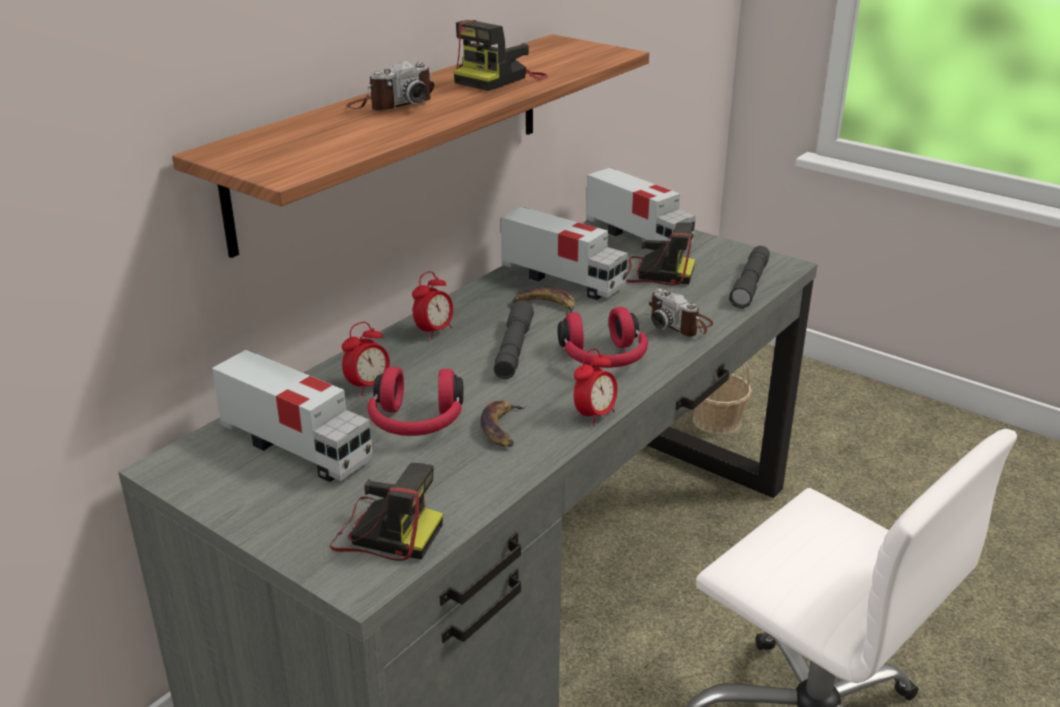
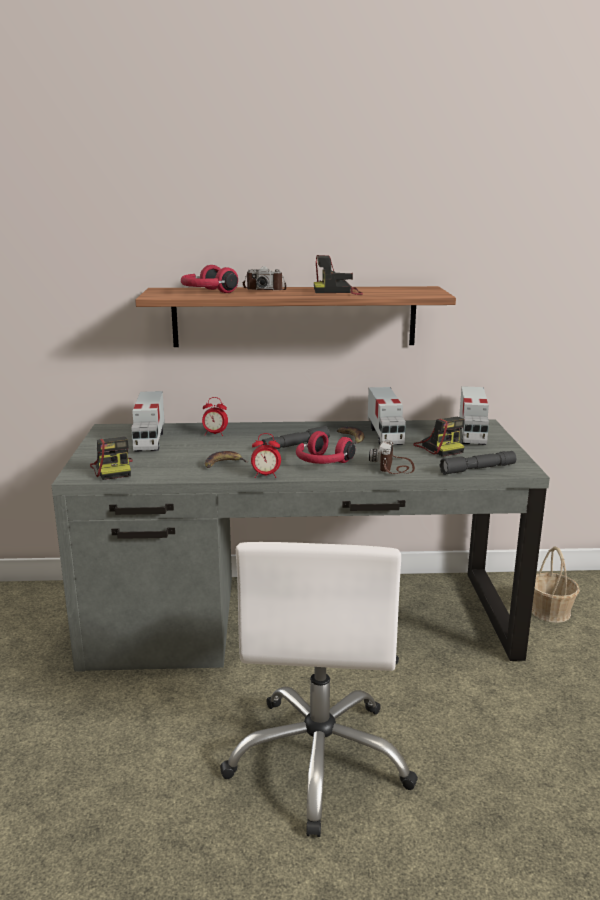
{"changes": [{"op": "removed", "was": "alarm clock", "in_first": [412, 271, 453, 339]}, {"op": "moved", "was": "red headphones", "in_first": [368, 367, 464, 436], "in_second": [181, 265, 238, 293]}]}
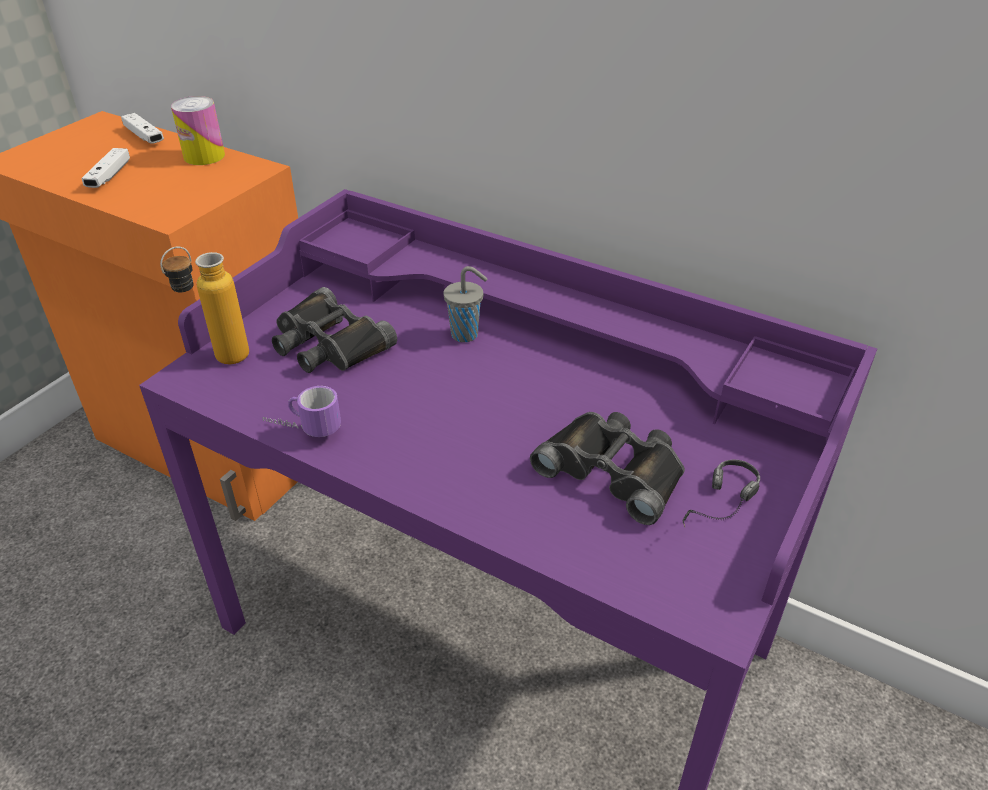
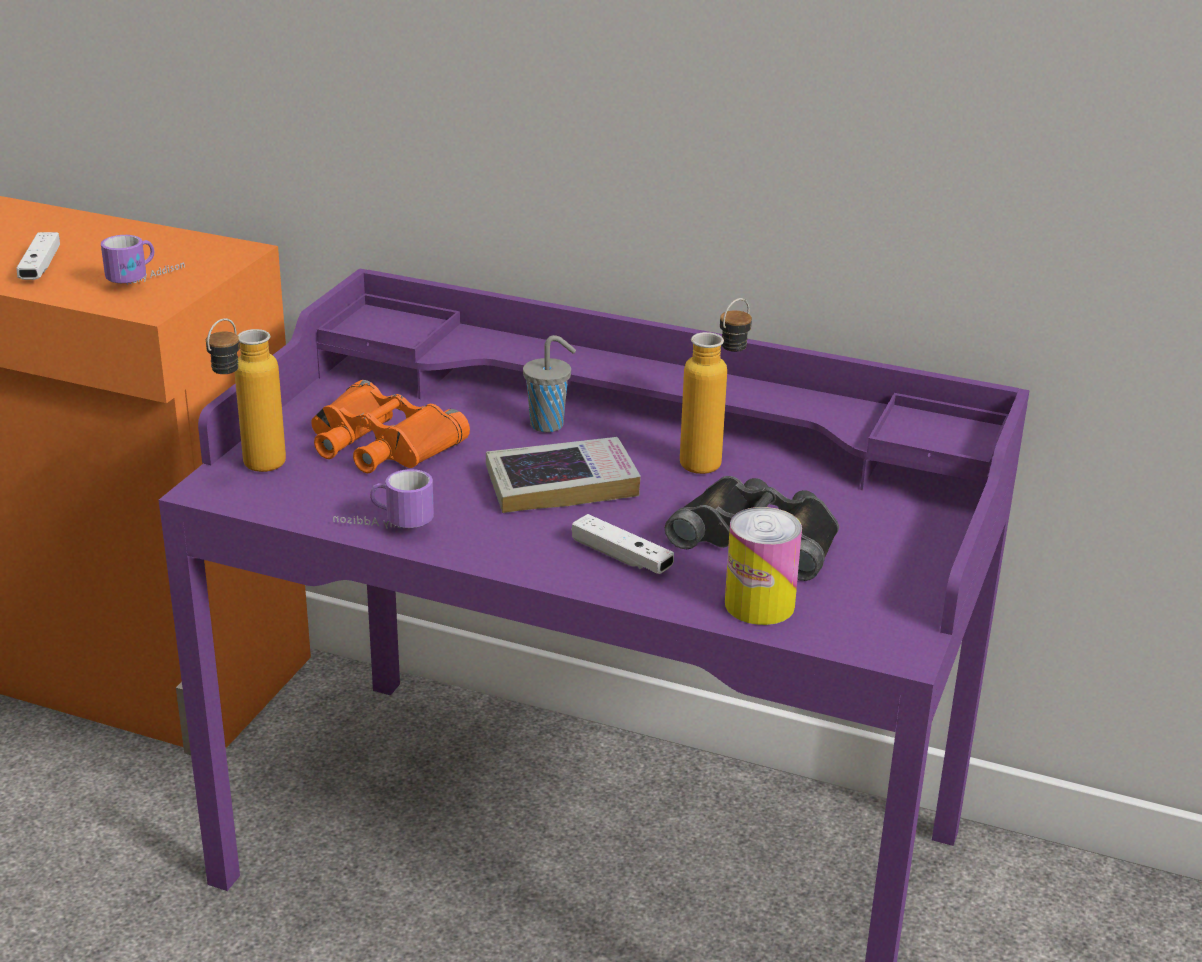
{"changes": [{"op": "moved", "was": "can", "in_first": [171, 96, 225, 165], "in_second": [725, 507, 802, 625]}, {"op": "moved", "was": "white game controller", "in_first": [121, 113, 164, 144], "in_second": [572, 514, 674, 574]}, {"op": "recoloured", "was": "black binoculars", "now": "orange binoculars", "in_first": [272, 287, 397, 373], "in_second": [311, 380, 470, 473]}, {"op": "removed", "was": "headphones", "in_first": [682, 460, 760, 528]}, {"op": "added", "now": "mug", "in_second": [101, 235, 185, 285]}, {"op": "added", "now": "bottle", "in_second": [680, 298, 752, 474]}, {"op": "added", "now": "book", "in_second": [486, 437, 641, 513]}]}
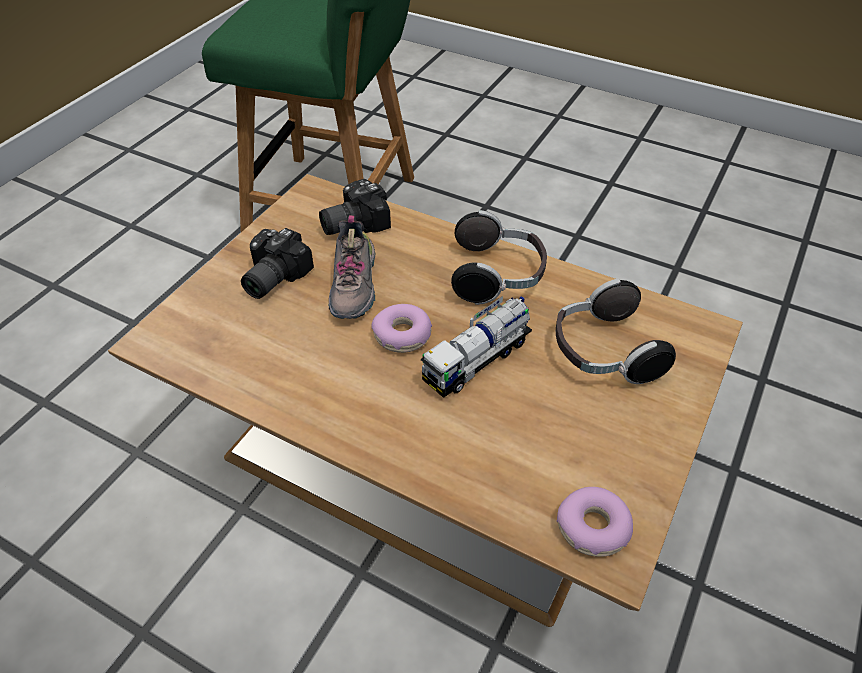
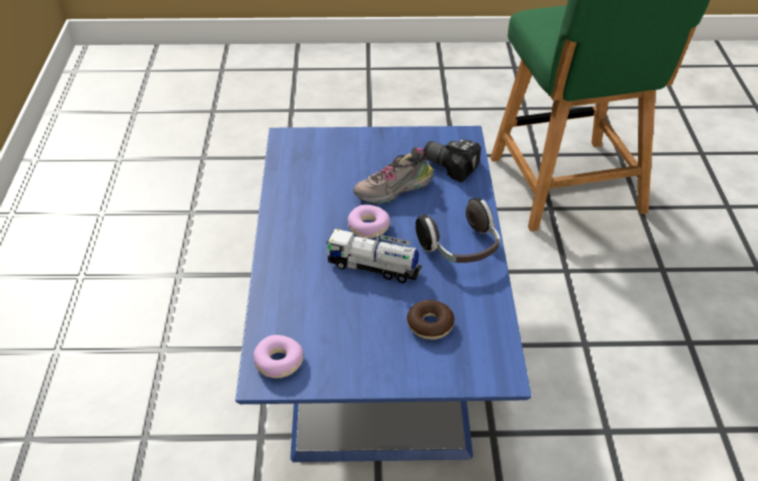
{"changes": [{"op": "recoloured", "was": "brown coffee table", "now": "blue coffee table", "in_first": [108, 174, 743, 627], "in_second": [235, 126, 531, 462]}, {"op": "removed", "was": "photo camera", "in_first": [241, 228, 314, 299]}, {"op": "replaced", "was": "headphones", "now": "donut", "in_first": [556, 279, 676, 384], "in_second": [407, 300, 454, 340]}]}
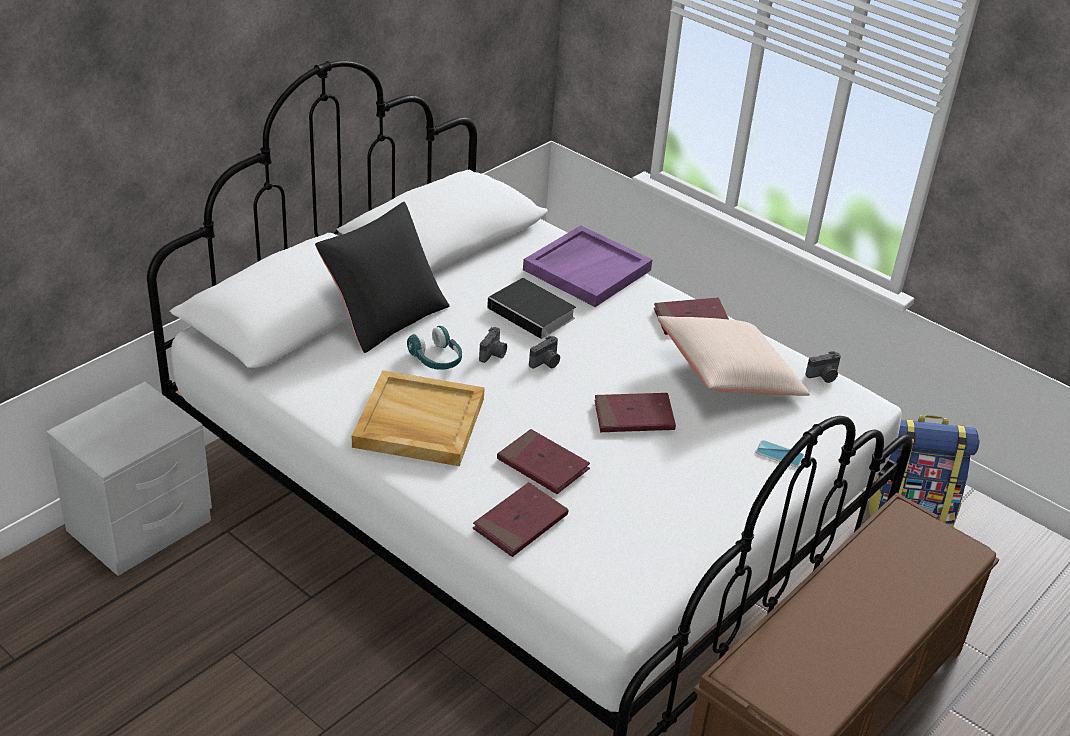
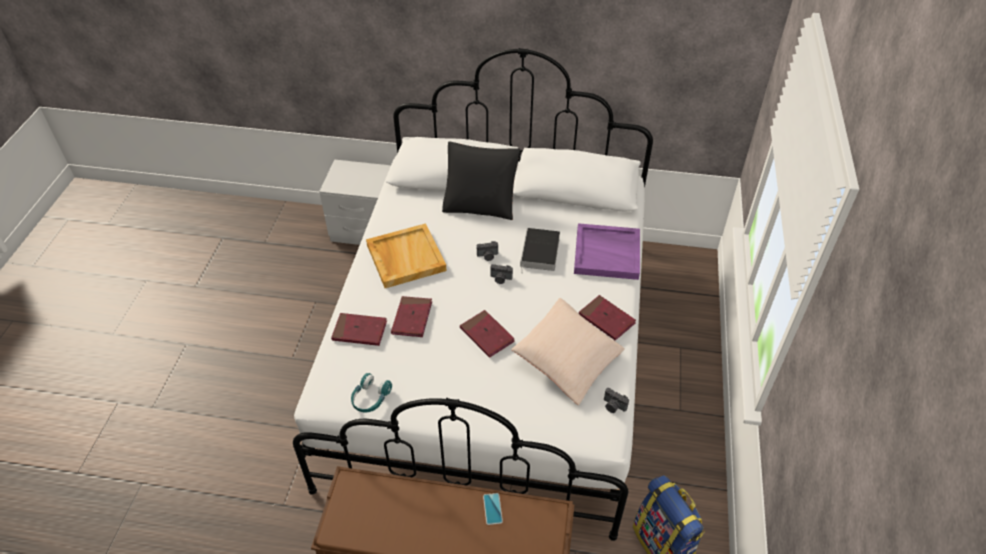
{"changes": [{"op": "moved", "was": "turquoise headphones", "in_first": [407, 326, 462, 370], "in_second": [351, 373, 392, 413]}, {"op": "moved", "was": "phone", "in_first": [755, 440, 805, 468], "in_second": [483, 493, 503, 525]}]}
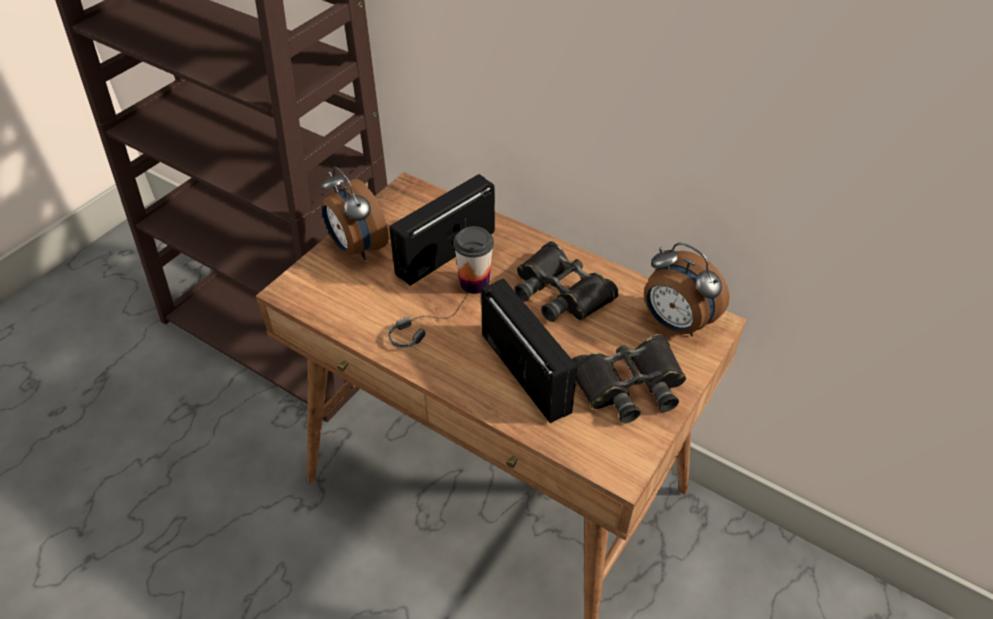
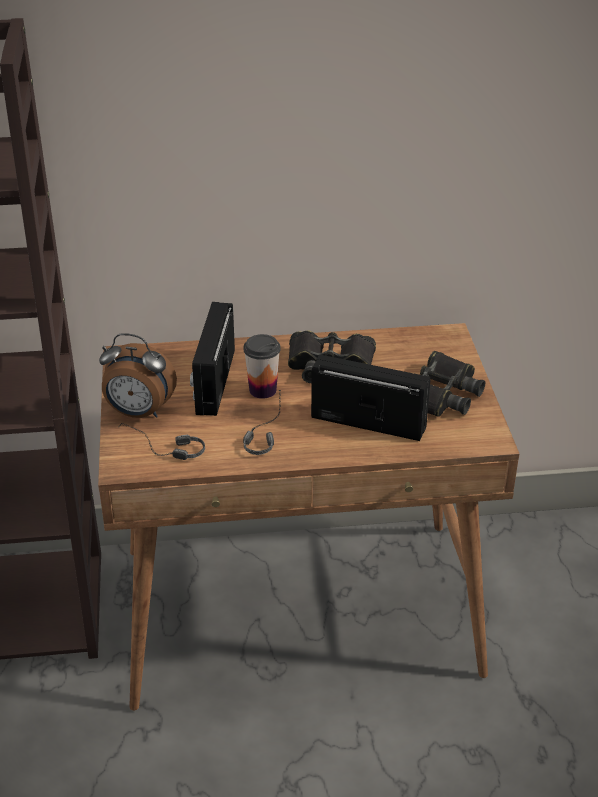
{"changes": [{"op": "removed", "was": "alarm clock", "in_first": [644, 243, 730, 336]}, {"op": "added", "now": "headphones", "in_second": [119, 423, 205, 460]}]}
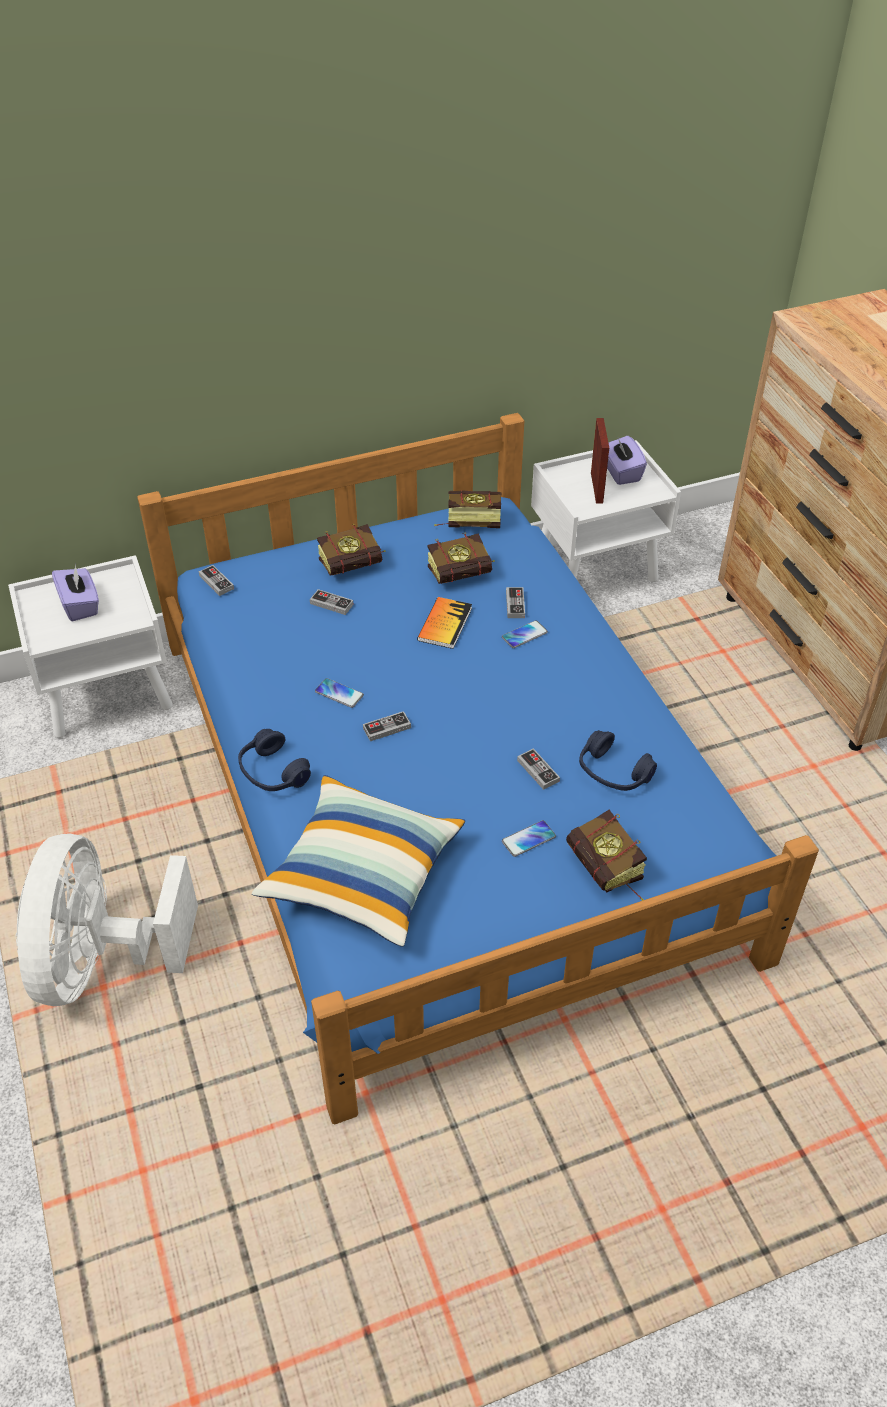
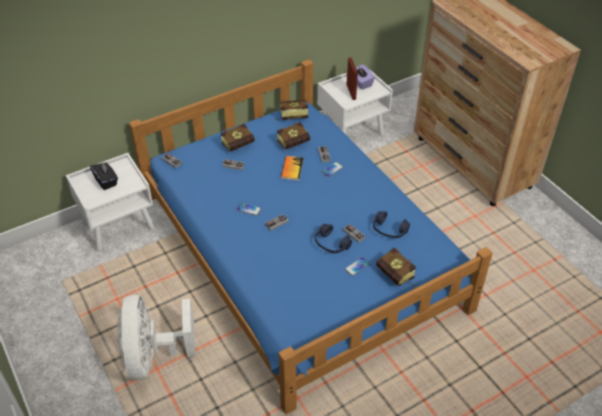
{"changes": [{"op": "recoloured", "was": "purple tissue box", "now": "black tissue box", "in_first": [52, 564, 99, 622], "in_second": [90, 162, 118, 190]}, {"op": "moved", "was": "blue headphones", "in_first": [238, 729, 311, 791], "in_second": [315, 224, 352, 253]}, {"op": "removed", "was": "pillow", "in_first": [252, 775, 465, 947]}]}
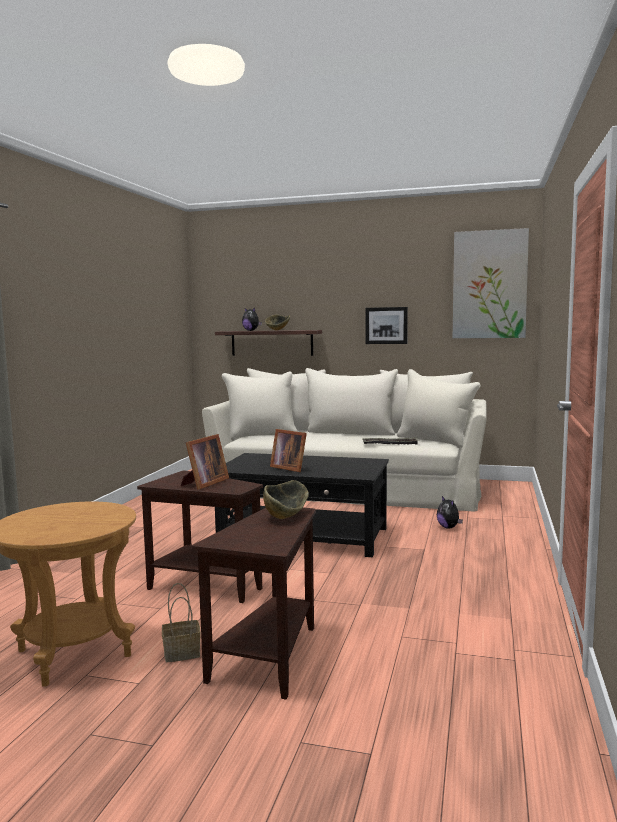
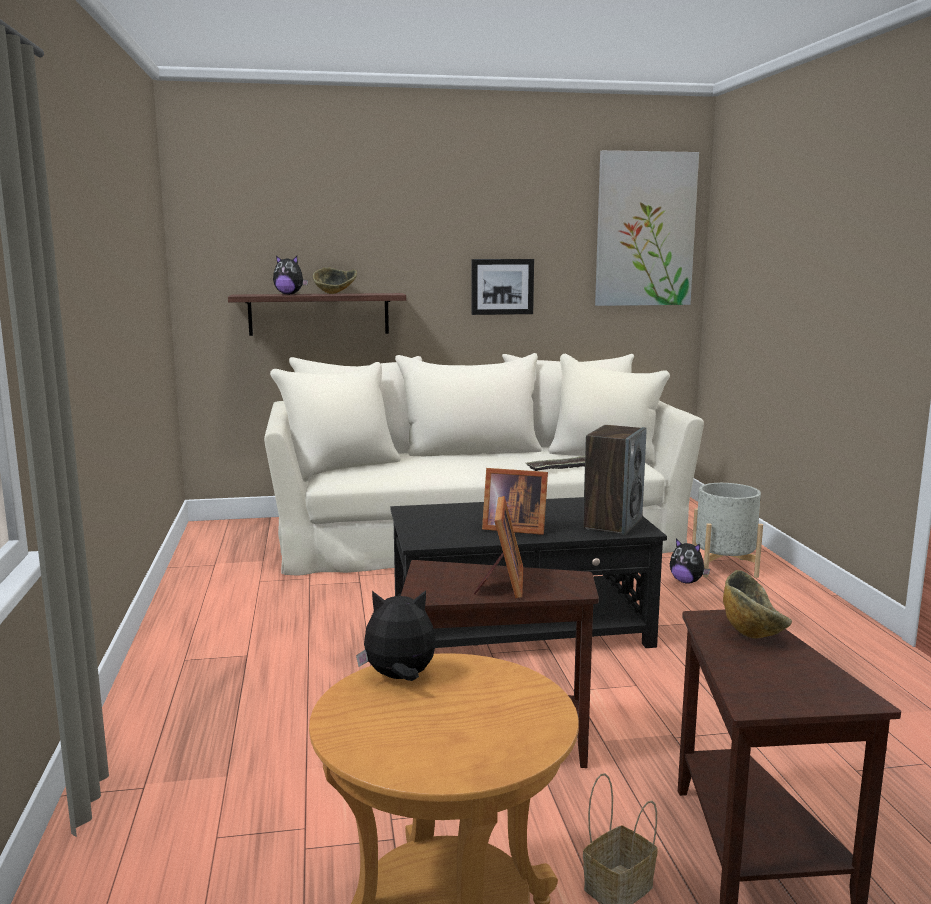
{"changes": [{"op": "added", "now": "speaker", "in_second": [583, 425, 647, 535]}, {"op": "added", "now": "grey planter", "in_second": [692, 483, 763, 578]}, {"op": "added", "now": "plush toy", "in_second": [356, 590, 436, 681]}]}
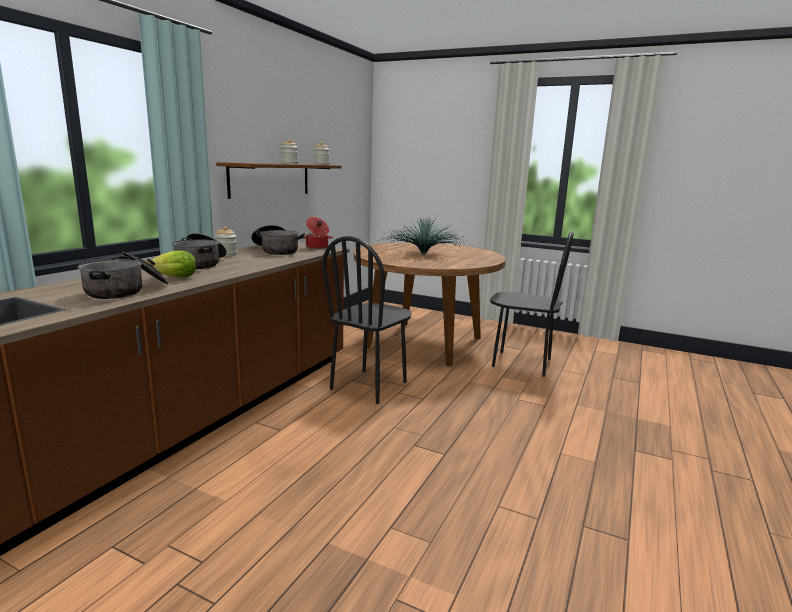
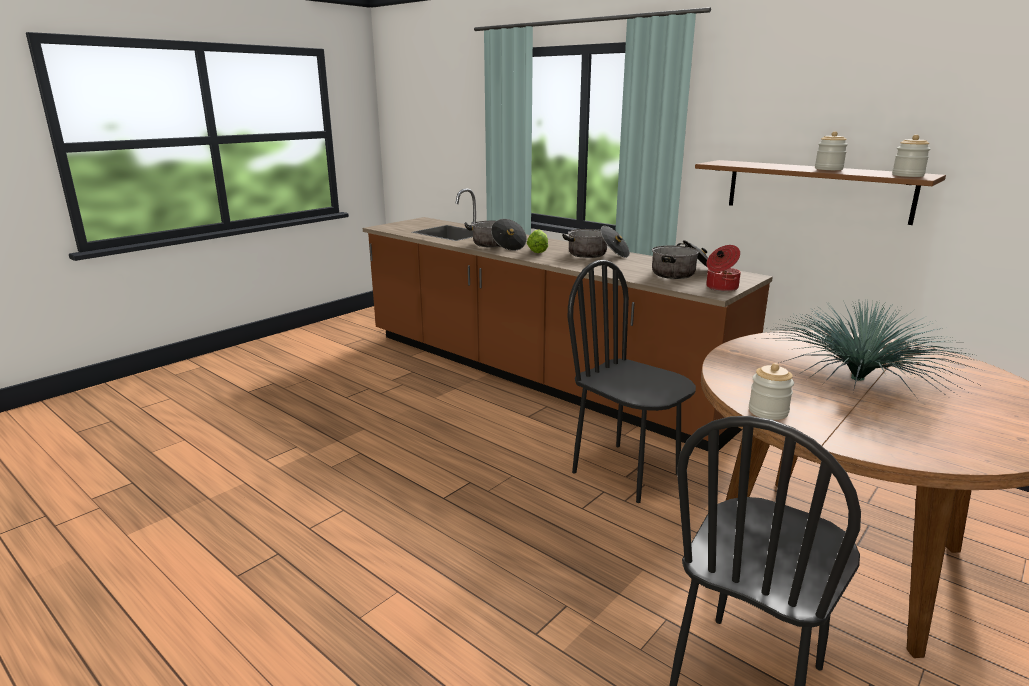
{"changes": [{"op": "moved", "was": "jar", "in_first": [214, 227, 237, 256], "in_second": [749, 363, 794, 420]}]}
